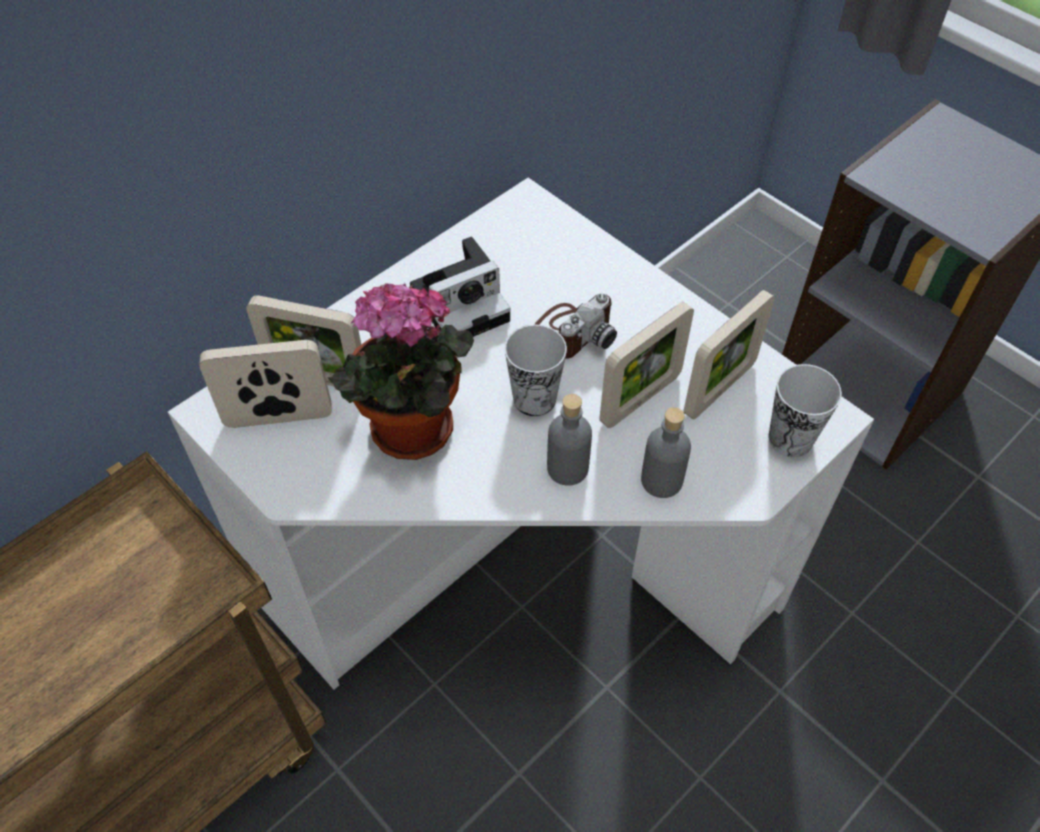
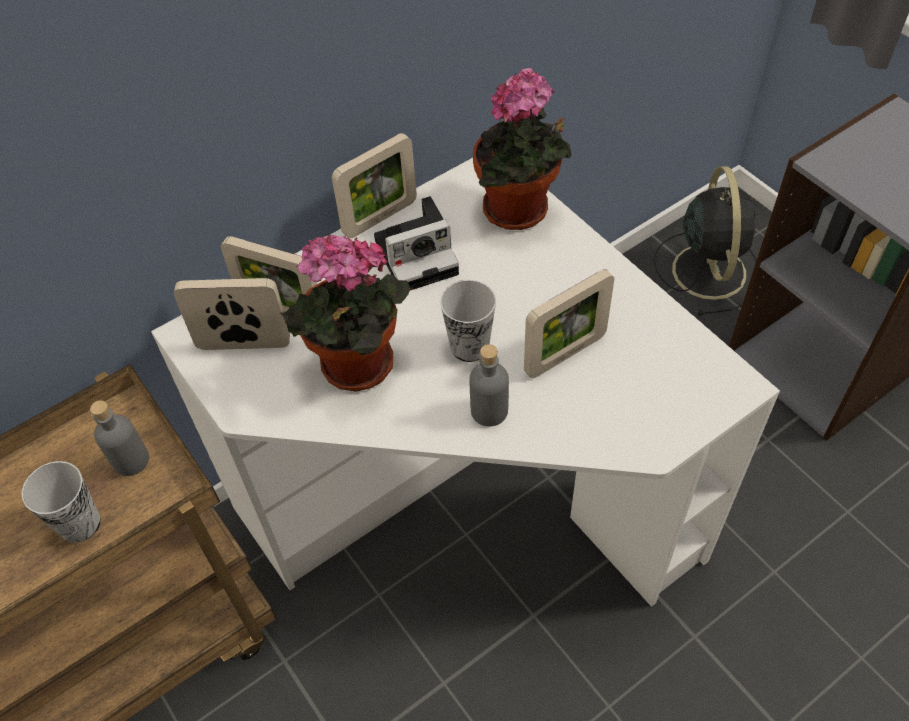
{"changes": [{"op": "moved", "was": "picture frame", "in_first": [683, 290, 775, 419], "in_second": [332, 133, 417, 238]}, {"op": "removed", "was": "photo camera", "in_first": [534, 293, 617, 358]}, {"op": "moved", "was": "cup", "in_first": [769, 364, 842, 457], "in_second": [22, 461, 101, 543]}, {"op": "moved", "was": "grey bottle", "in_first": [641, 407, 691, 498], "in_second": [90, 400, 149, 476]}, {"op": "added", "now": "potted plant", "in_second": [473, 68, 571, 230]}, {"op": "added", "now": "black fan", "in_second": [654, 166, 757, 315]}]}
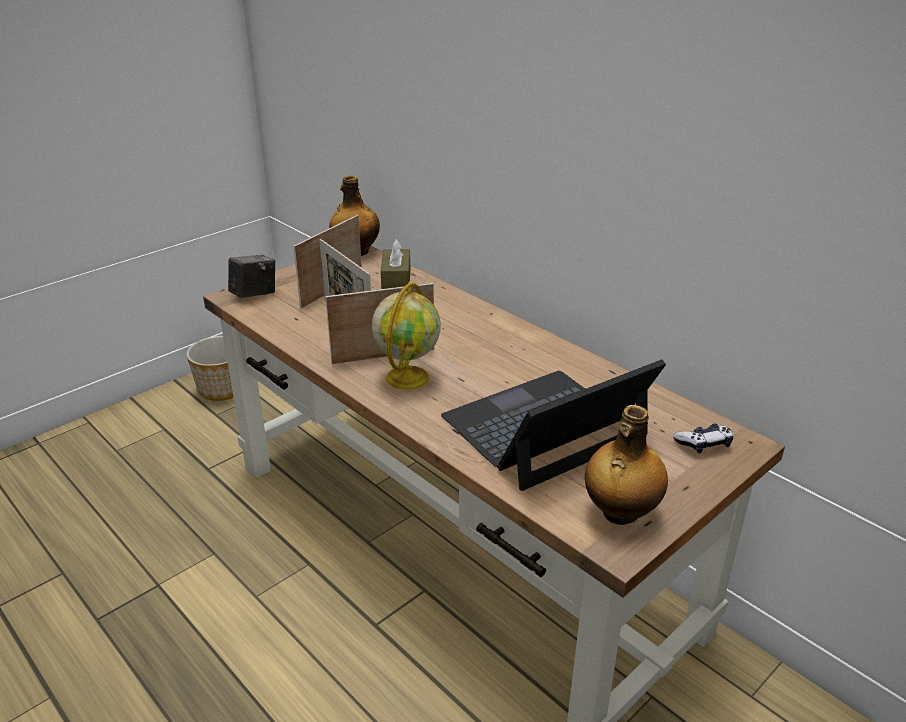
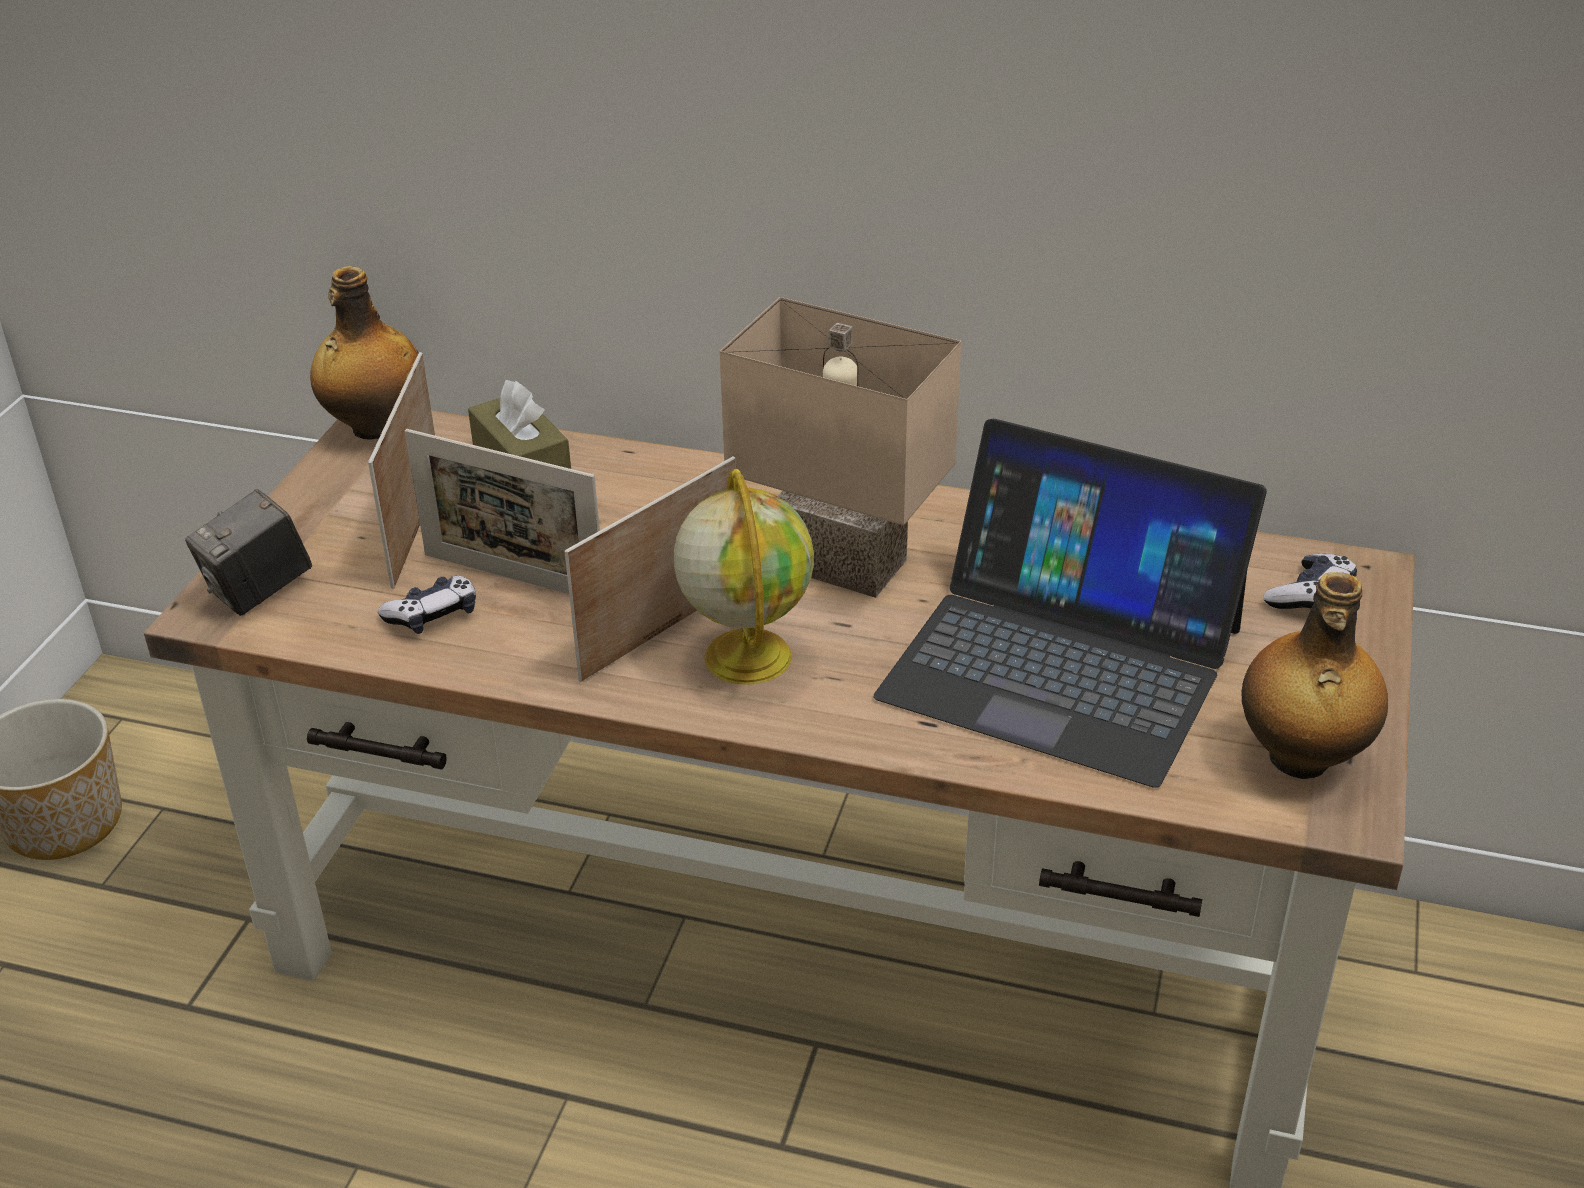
{"changes": [{"op": "turned", "was": "photo camera", "in_first": [228, 254, 275, 298], "in_second": [185, 489, 312, 616], "clockwise": -150}, {"op": "turned", "was": "laptop", "in_first": [441, 360, 666, 491], "in_second": [874, 419, 1267, 788], "clockwise": -90}, {"op": "added", "now": "beige table lamp", "in_second": [720, 297, 961, 598]}, {"op": "added", "now": "game controller", "in_second": [378, 576, 476, 634]}]}
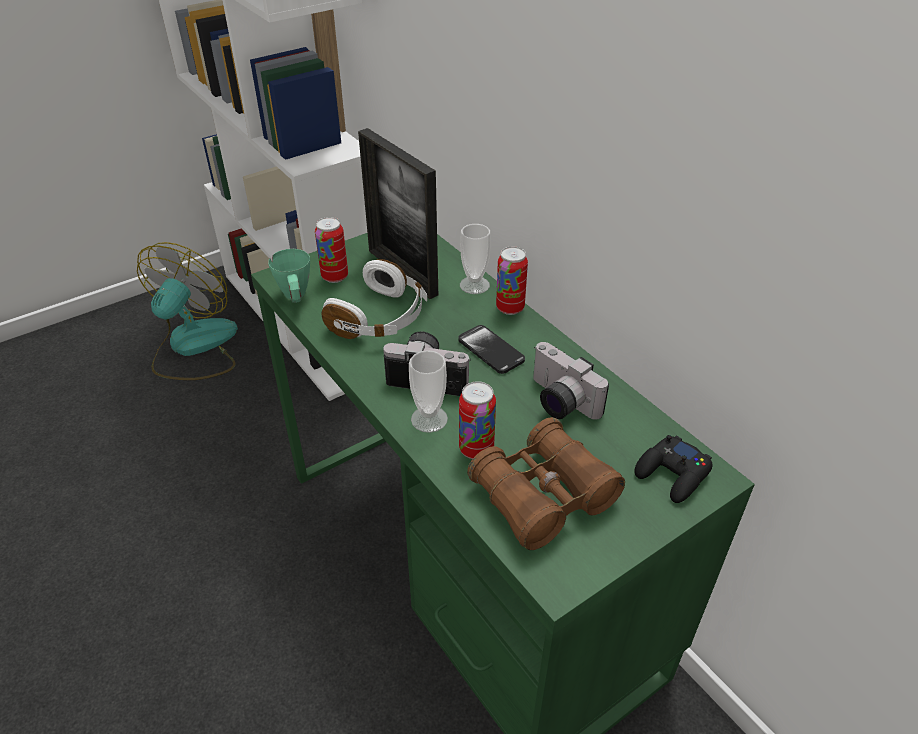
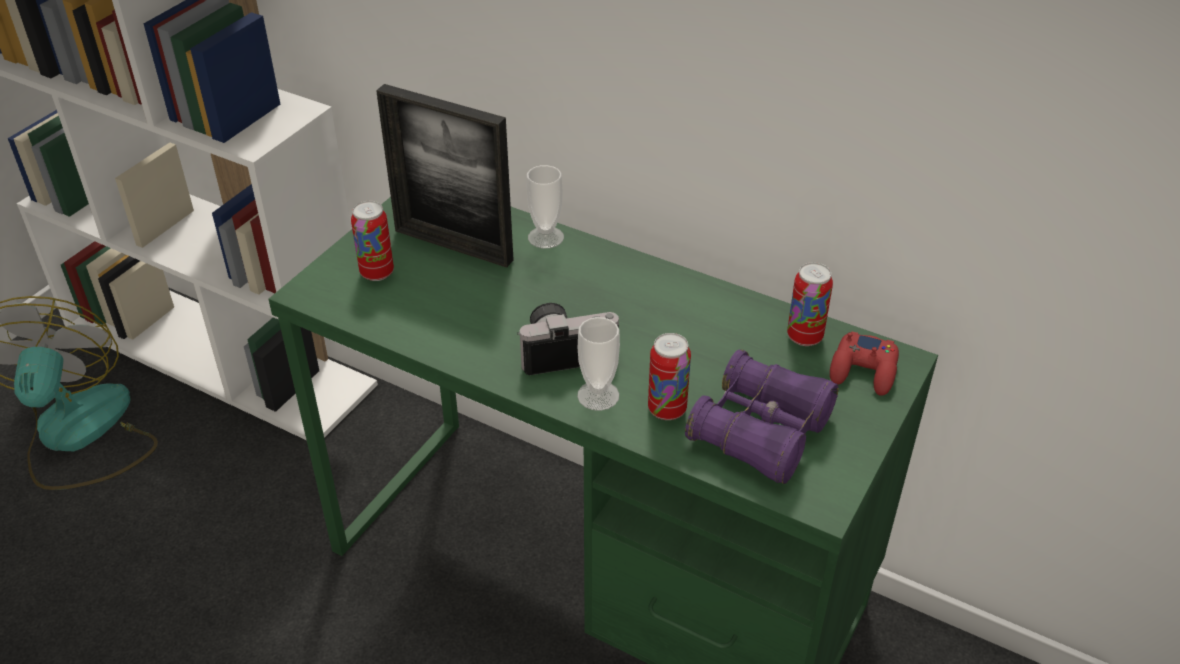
{"changes": [{"op": "moved", "was": "can", "in_first": [496, 246, 528, 315], "in_second": [787, 262, 833, 346]}, {"op": "removed", "was": "green mug", "in_first": [268, 249, 310, 303]}, {"op": "removed", "was": "white headphones", "in_first": [321, 259, 427, 339]}, {"op": "removed", "was": "phone", "in_first": [458, 325, 525, 374]}, {"op": "removed", "was": "photo camera", "in_first": [533, 342, 609, 420]}, {"op": "recoloured", "was": "brown binoculars", "now": "purple binoculars", "in_first": [467, 417, 625, 550], "in_second": [685, 349, 839, 484]}, {"op": "recoloured", "was": "black game controller", "now": "red game controller", "in_first": [634, 435, 713, 503], "in_second": [830, 331, 899, 396]}]}
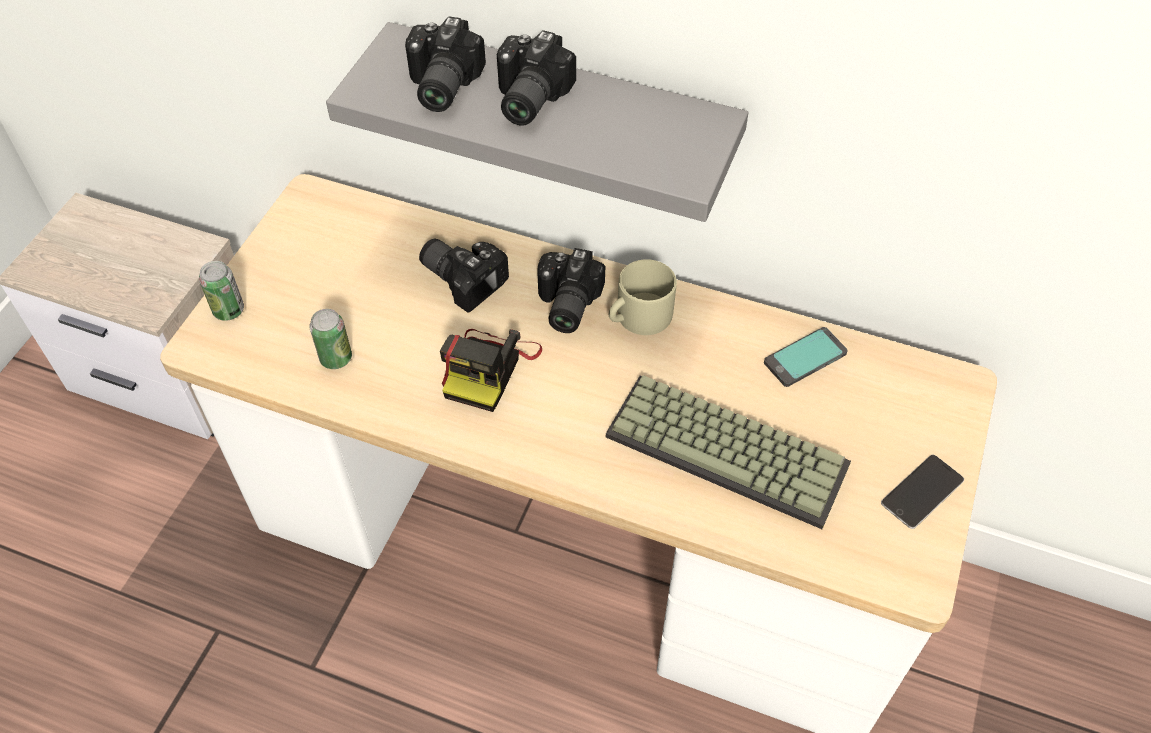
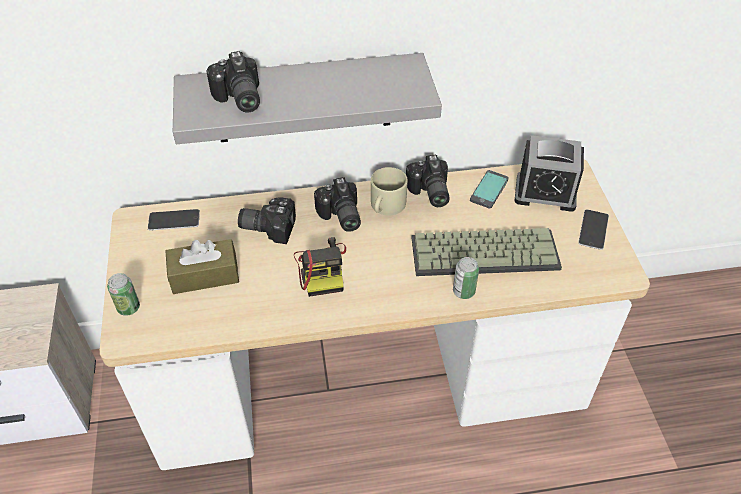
{"changes": [{"op": "moved", "was": "photo camera", "in_first": [497, 30, 576, 126], "in_second": [406, 155, 450, 207]}, {"op": "moved", "was": "can", "in_first": [310, 309, 352, 369], "in_second": [453, 257, 479, 299]}, {"op": "added", "now": "alarm clock", "in_second": [514, 135, 584, 212]}, {"op": "added", "now": "phone", "in_second": [148, 209, 200, 231]}, {"op": "added", "now": "brown tissue box", "in_second": [166, 239, 239, 294]}]}
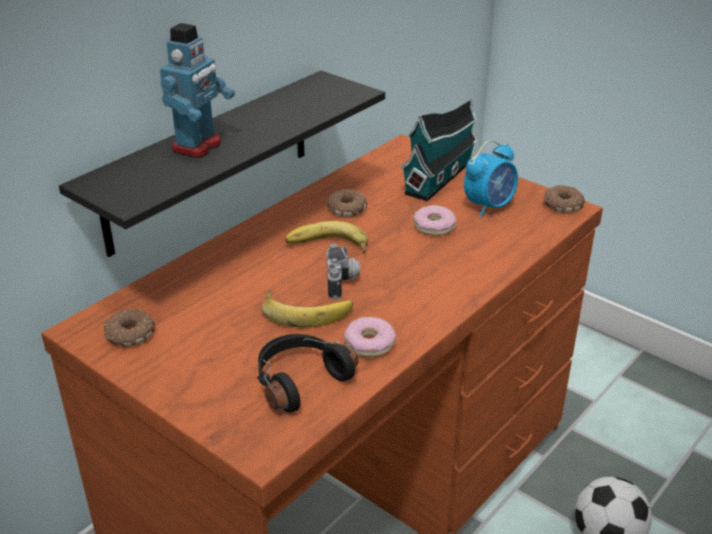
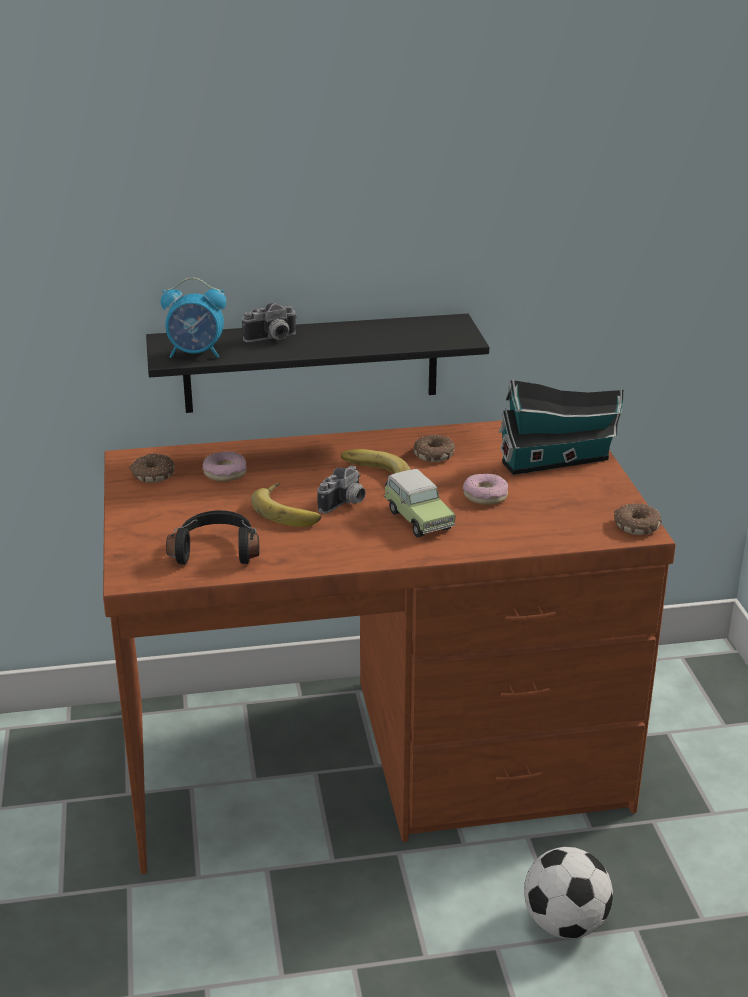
{"changes": [{"op": "replaced", "was": "toy robot", "now": "photo camera", "in_first": [160, 23, 235, 158], "in_second": [242, 303, 298, 342]}, {"op": "moved", "was": "alarm clock", "in_first": [464, 140, 518, 217], "in_second": [161, 277, 226, 358]}, {"op": "moved", "was": "donut", "in_first": [344, 317, 396, 357], "in_second": [203, 451, 247, 481]}, {"op": "added", "now": "toy car", "in_second": [384, 469, 455, 538]}]}
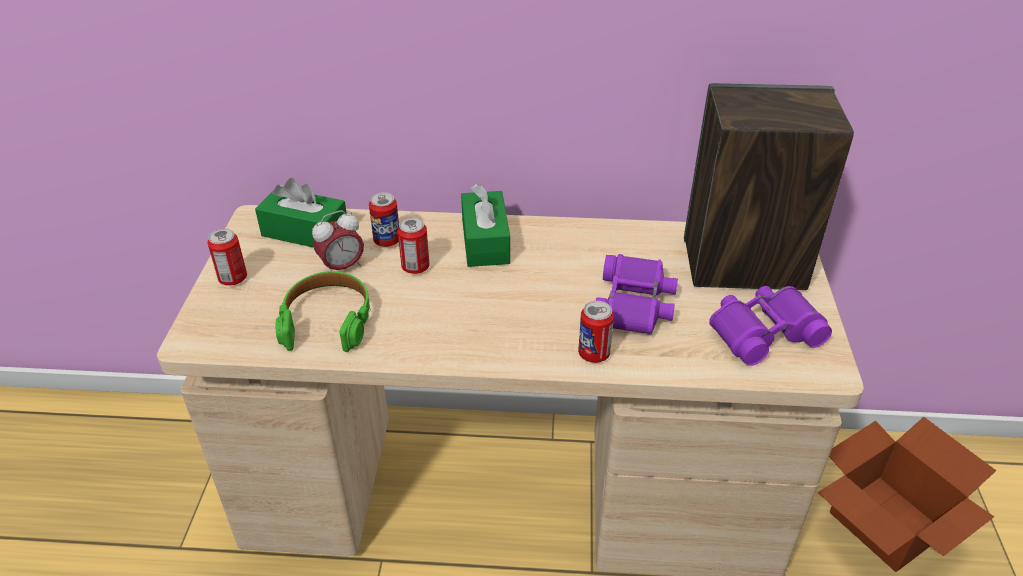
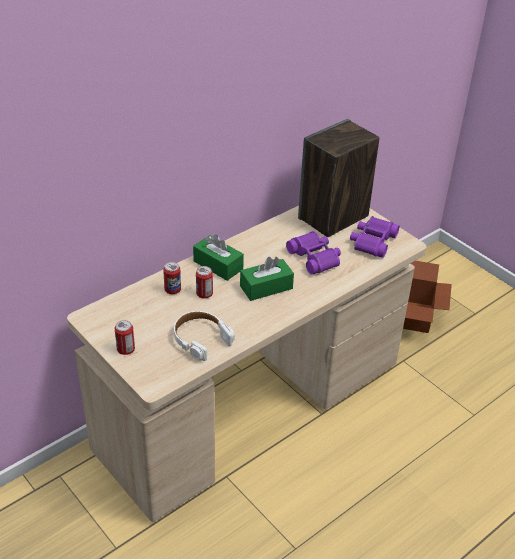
{"changes": [{"op": "moved", "was": "green tissue box", "in_first": [255, 178, 347, 247], "in_second": [240, 257, 294, 301]}, {"op": "removed", "was": "alarm clock", "in_first": [312, 210, 364, 271]}, {"op": "recoloured", "was": "green headphones", "now": "white headphones", "in_first": [275, 271, 370, 352], "in_second": [174, 311, 235, 361]}, {"op": "removed", "was": "can", "in_first": [578, 301, 614, 363]}]}
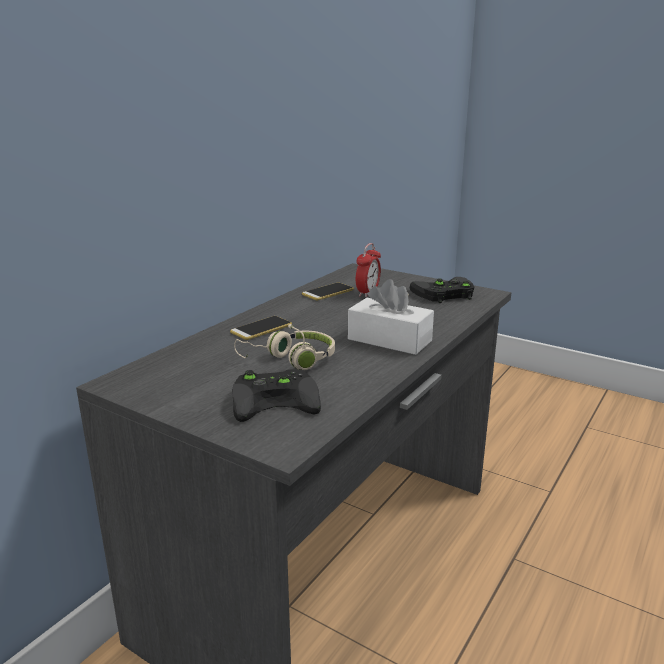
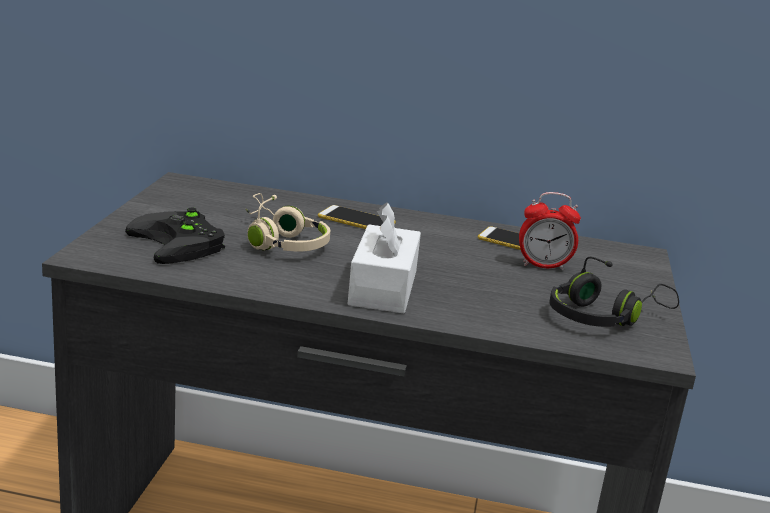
{"changes": [{"op": "replaced", "was": "black game controller", "now": "black headphones", "in_first": [410, 277, 474, 303], "in_second": [550, 257, 679, 327]}]}
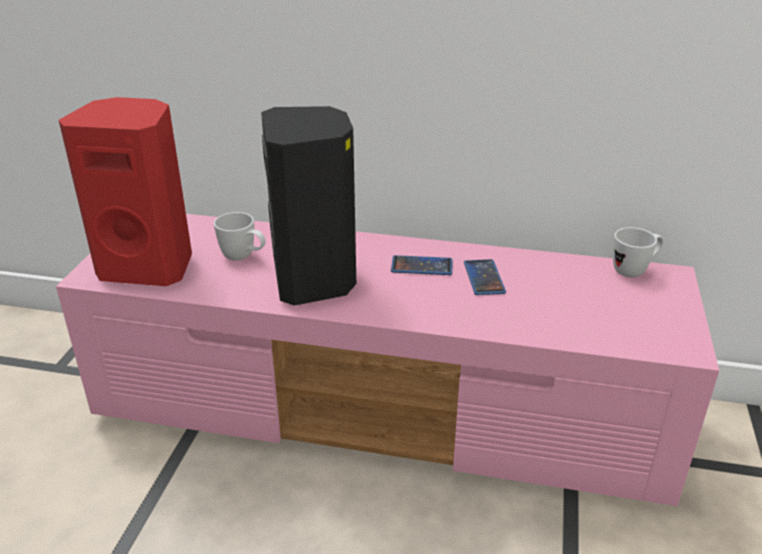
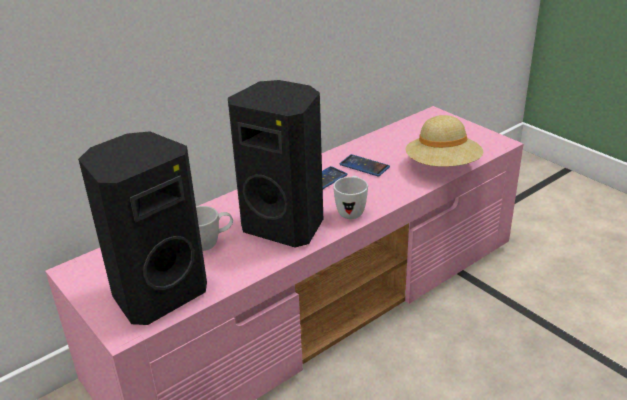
{"changes": [{"op": "recoloured", "was": "red speaker", "now": "black speaker", "in_first": [59, 97, 192, 286], "in_second": [78, 131, 207, 325]}, {"op": "moved", "was": "white mug", "in_first": [613, 227, 663, 278], "in_second": [333, 176, 368, 219]}, {"op": "added", "now": "beige hat", "in_second": [406, 115, 483, 167]}]}
